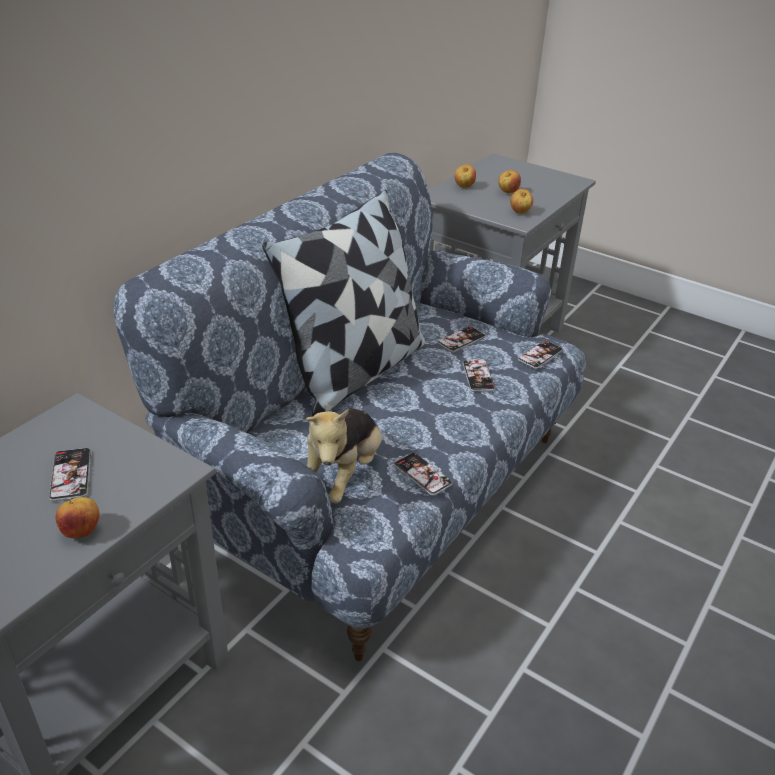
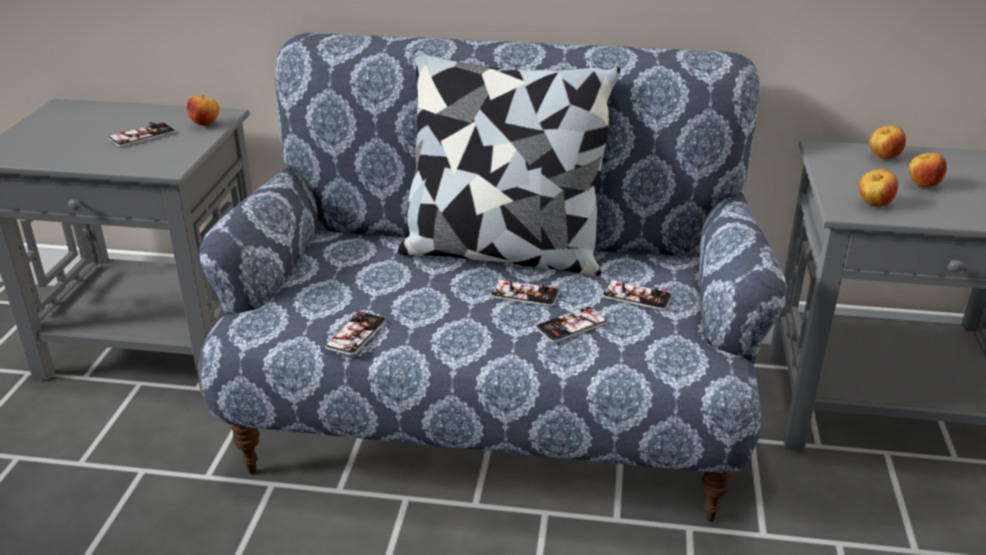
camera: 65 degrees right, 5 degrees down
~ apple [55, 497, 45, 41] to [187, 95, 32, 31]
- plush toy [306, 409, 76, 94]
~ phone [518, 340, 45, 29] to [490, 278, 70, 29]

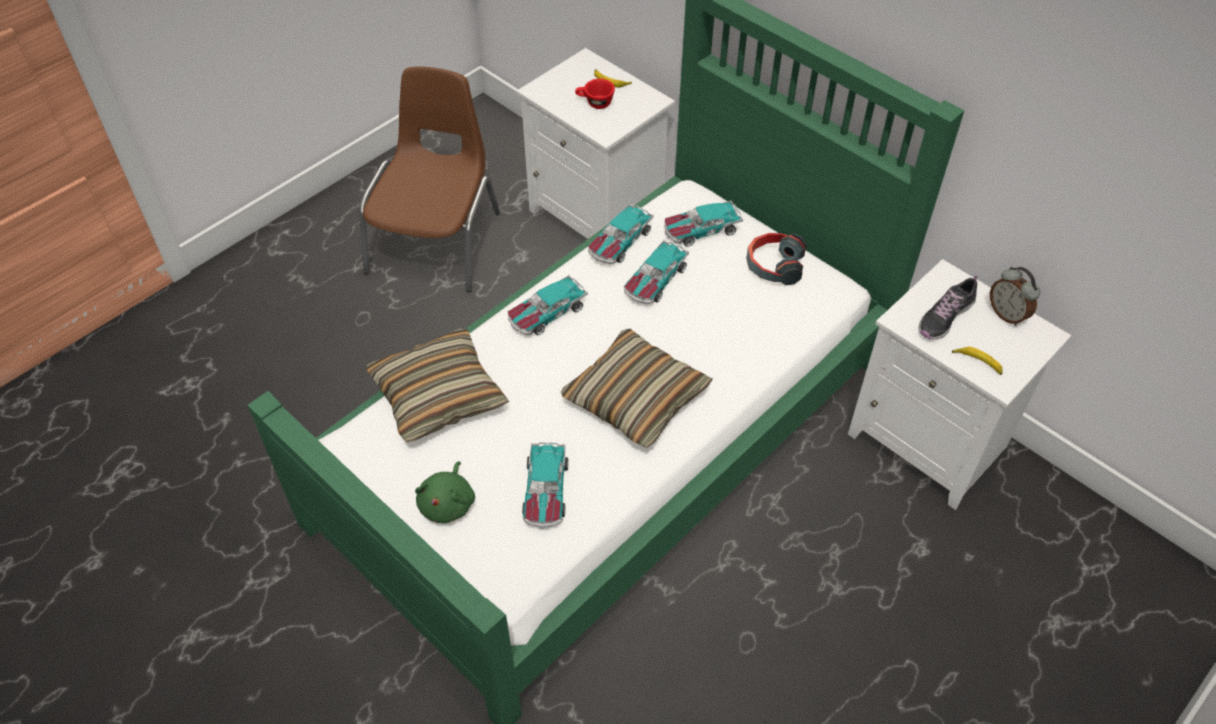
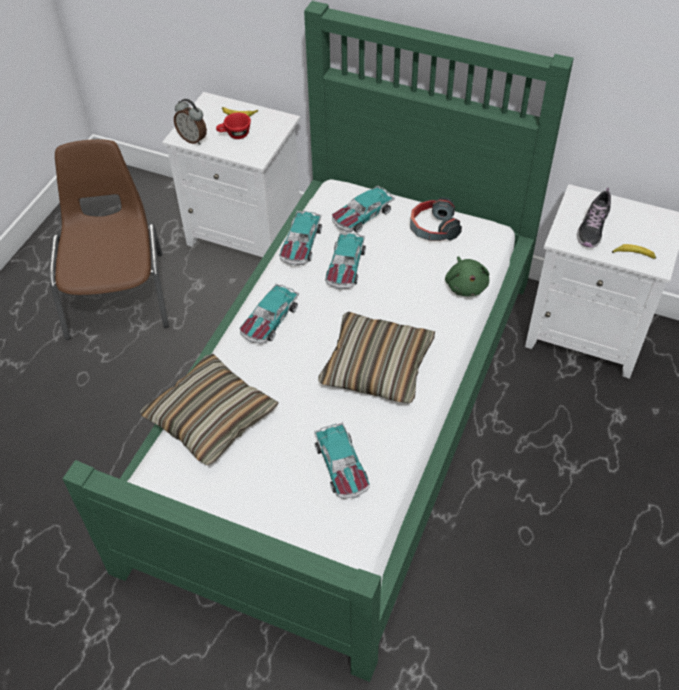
camera: 20 degrees left, 0 degrees up
~ green plush toy [415, 461, 60, 62] to [445, 256, 44, 40]
~ alarm clock [990, 267, 50, 59] to [174, 99, 33, 46]

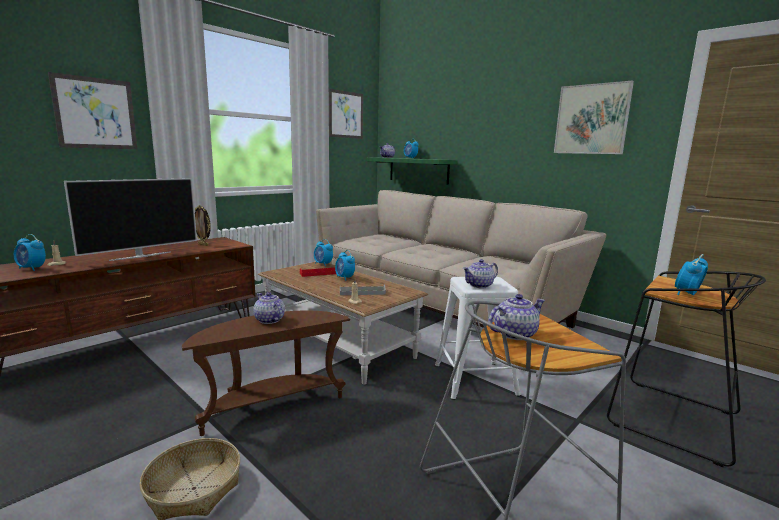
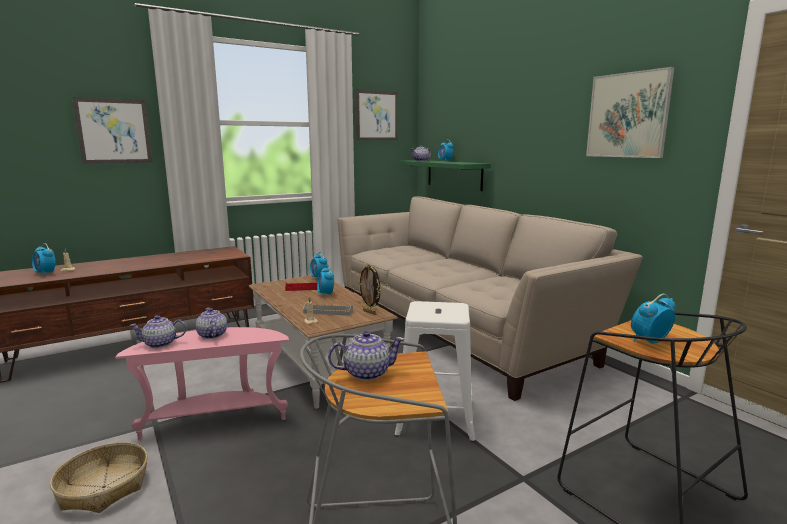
camera: 15 degrees right, 0 degrees up
- television [64, 178, 133, 83]
~ brown side table [182, 311, 168, 125] to pink side table [115, 327, 174, 113]
~ picture frame [195, 205, 16, 41] to [358, 264, 23, 51]
~ teapot [463, 259, 35, 29] to [129, 315, 57, 33]

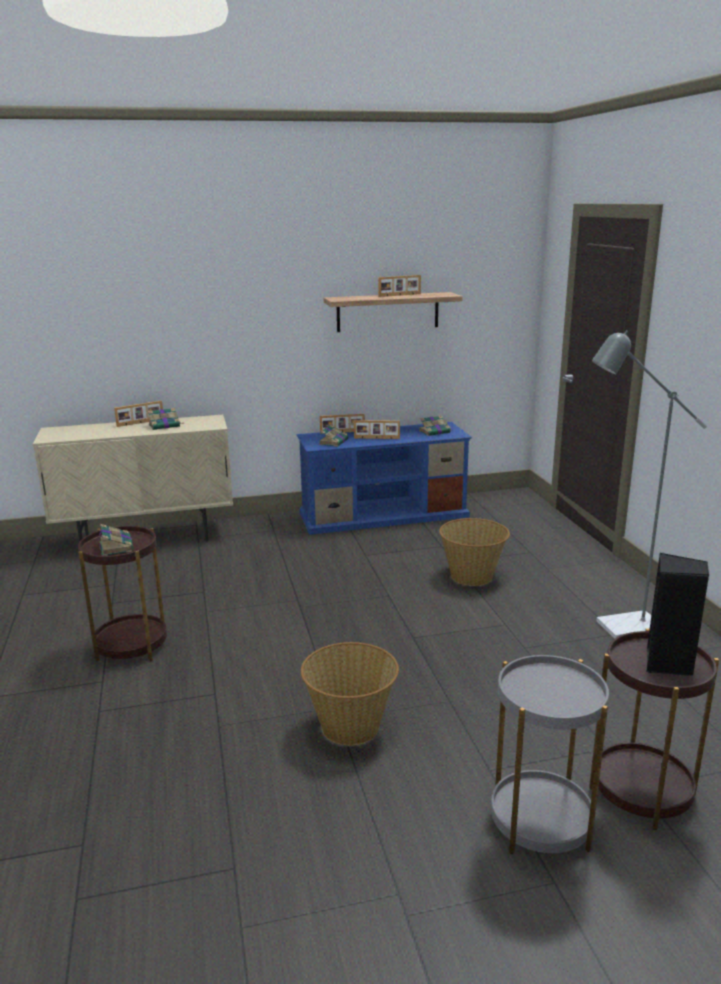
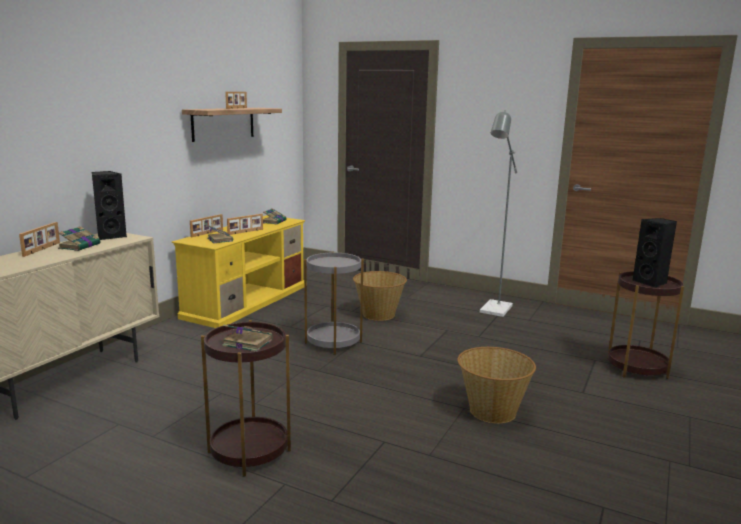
camera: 50 degrees left, 5 degrees down
~ blue tv stand [297, 422, 175, 113] to yellow tv stand [172, 215, 133, 113]
~ grey side table [491, 655, 118, 200] to [304, 251, 60, 103]
+ black speaker [91, 171, 36, 69]

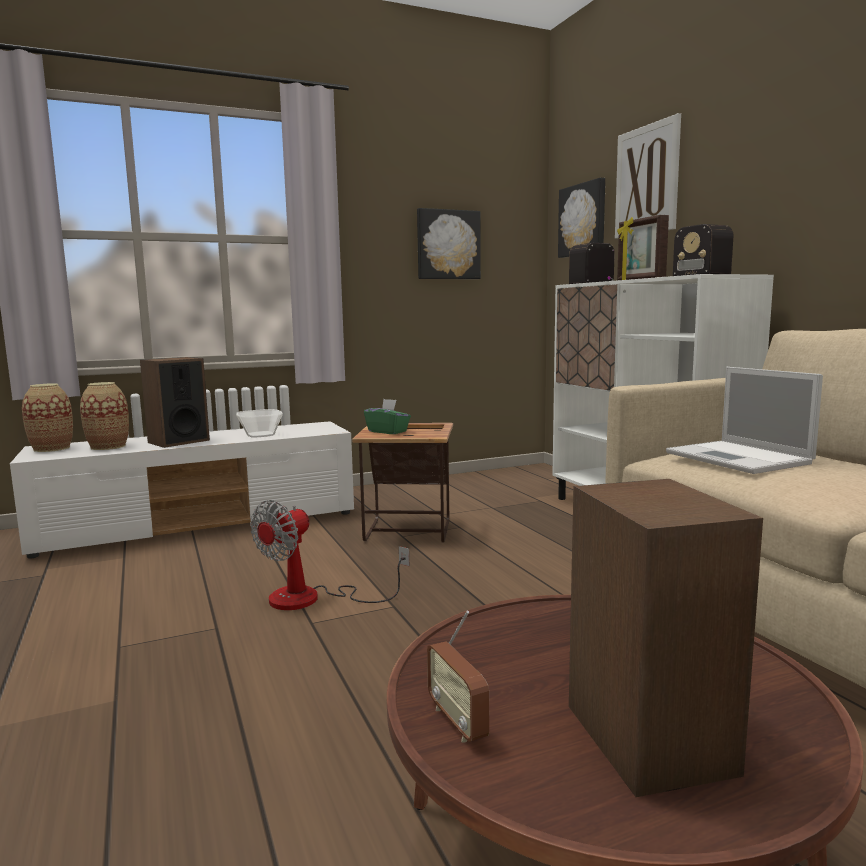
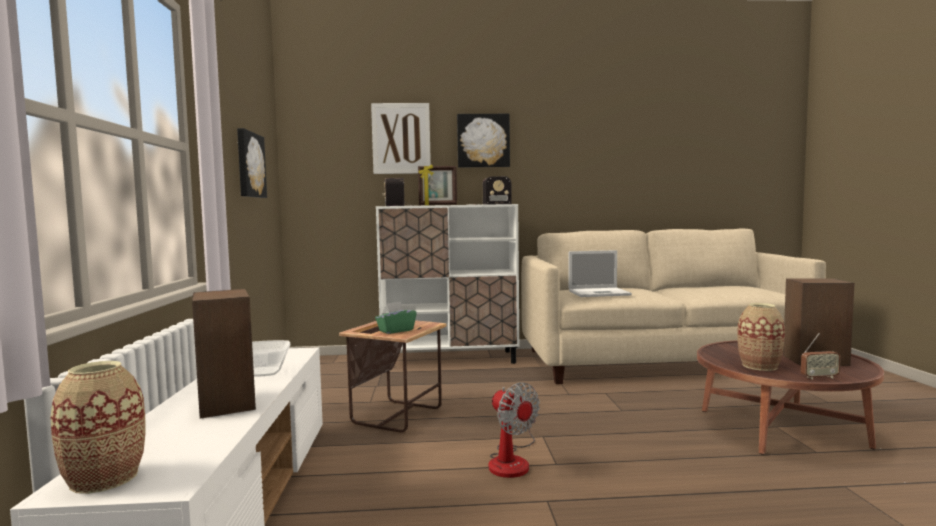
camera: 70 degrees left, 5 degrees down
~ vase [80, 382, 49, 68] to [737, 303, 48, 68]
~ picture [558, 178, 47, 80] to [457, 114, 53, 54]

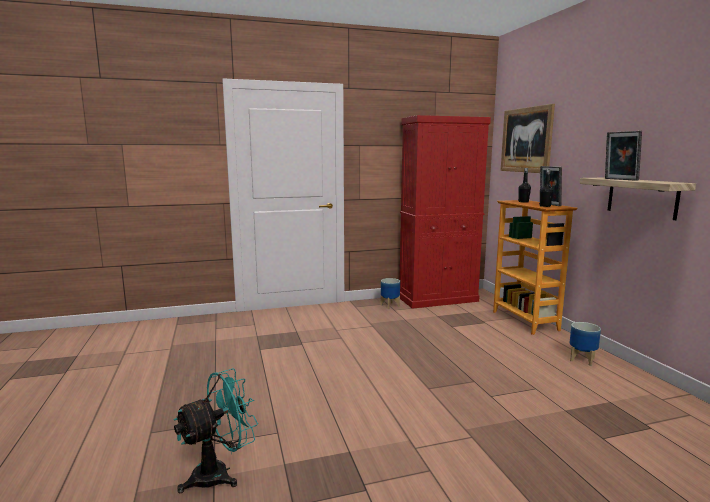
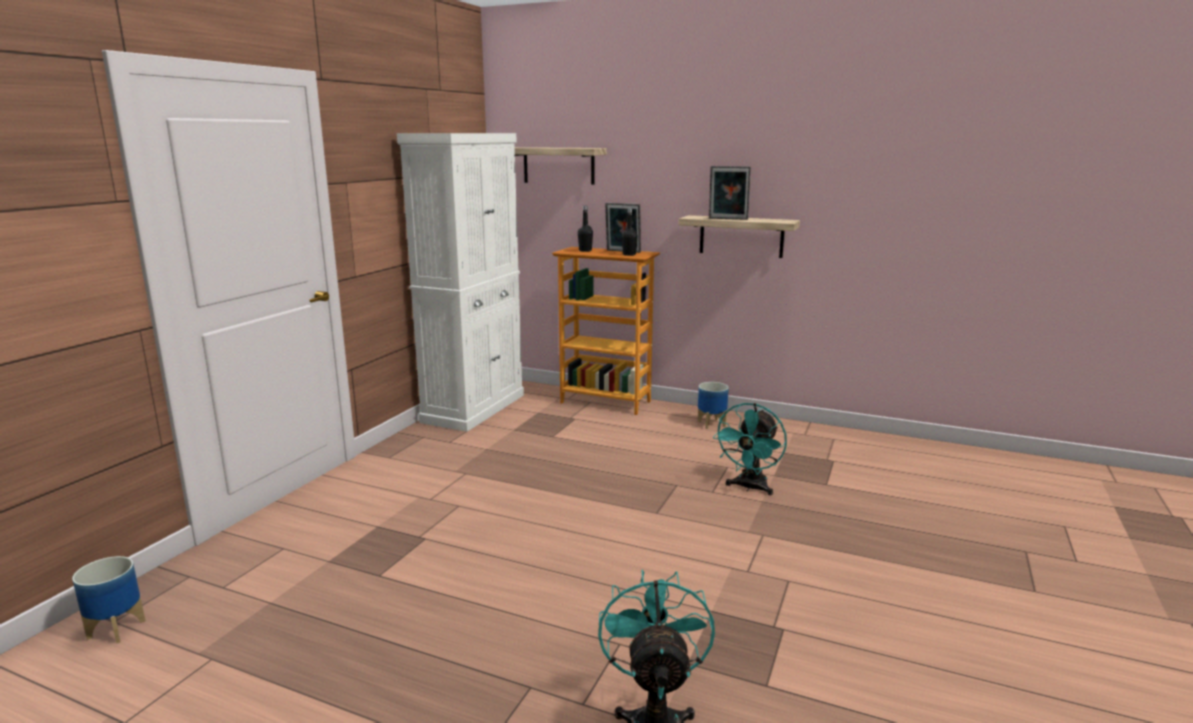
camera: 50 degrees left, 5 degrees up
~ planter [381, 278, 19, 31] to [72, 556, 74, 88]
~ red cabinet [400, 115, 91, 194] to white cabinet [397, 133, 127, 299]
~ picture [500, 104, 55, 69] to shelf [515, 147, 92, 38]
+ turquoise fan [713, 403, 74, 92]

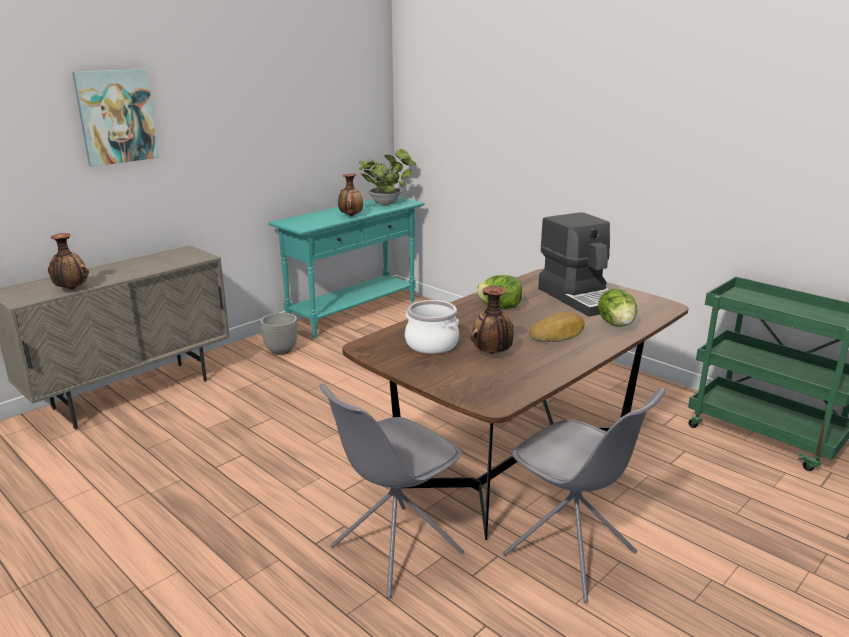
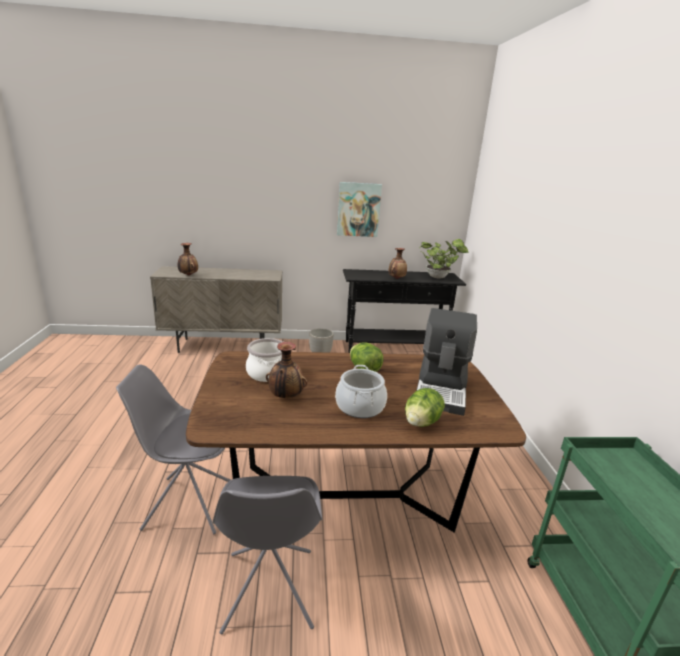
camera: 40 degrees right, 0 degrees up
~ picture [72, 69, 87, 98] to [337, 182, 45, 55]
~ turquoise console table [268, 197, 157, 141] to black console table [343, 269, 123, 84]
~ bread [529, 312, 56, 30] to cooking pot [335, 365, 52, 53]

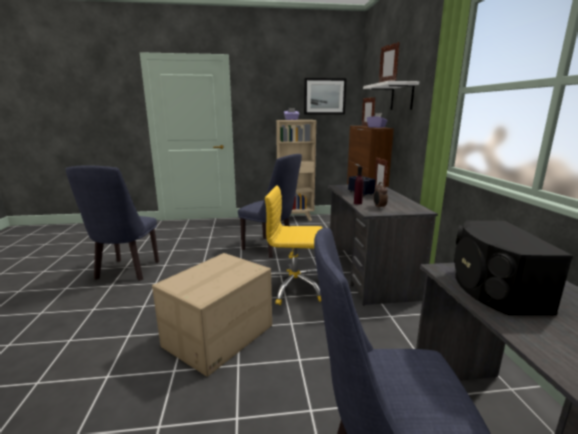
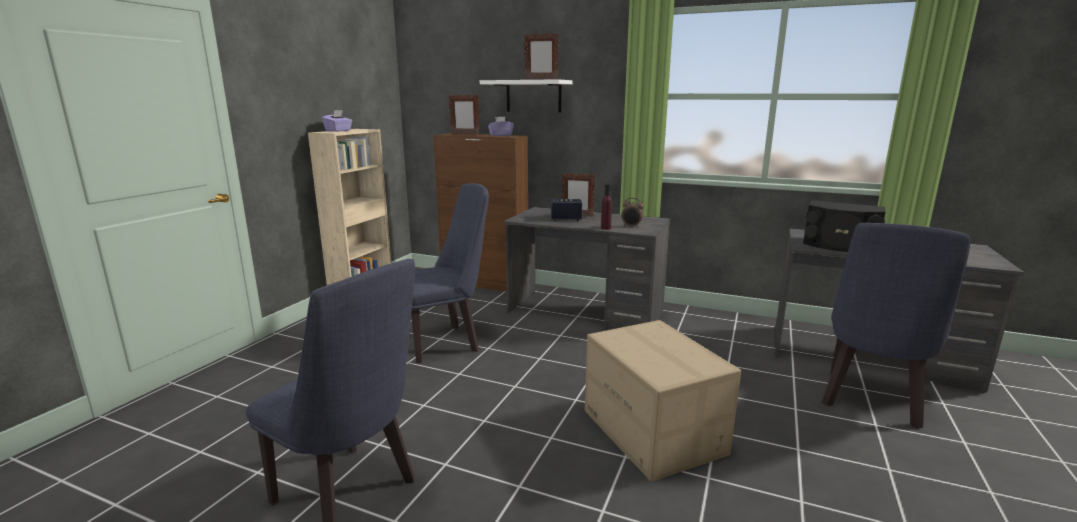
camera: 60 degrees left, 0 degrees up
- yellow office chair [265, 186, 57, 119]
- picture [304, 78, 43, 37]

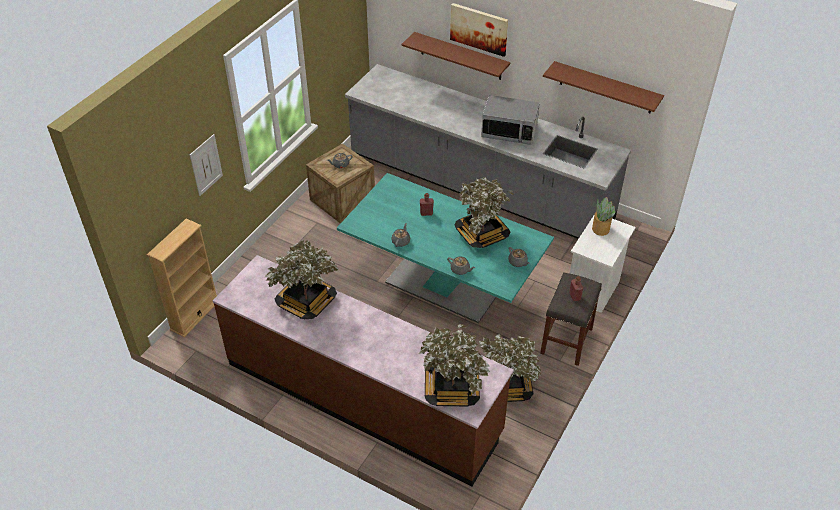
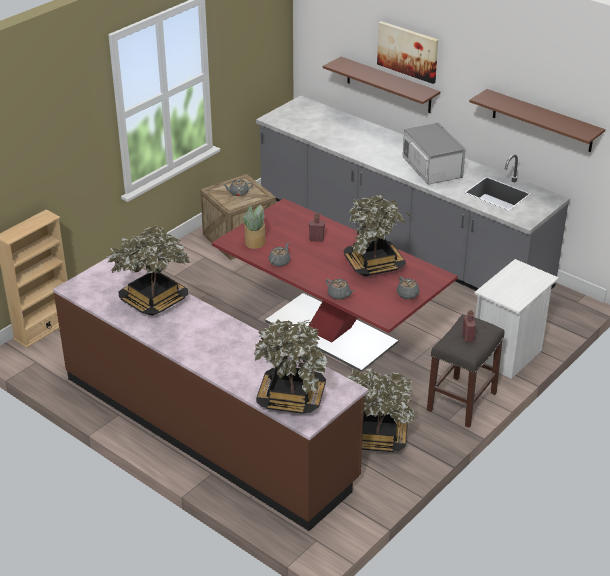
camera: 10 degrees right, 10 degrees down
- picture [190, 134, 33, 62]
~ turquoise dining table [337, 173, 217, 150] to red dining table [212, 198, 246, 174]
~ microwave [481, 95, 59, 50] = [403, 123, 63, 62] 135 degrees counterclockwise
~ potted plant [592, 197, 23, 39] to [242, 205, 23, 44]

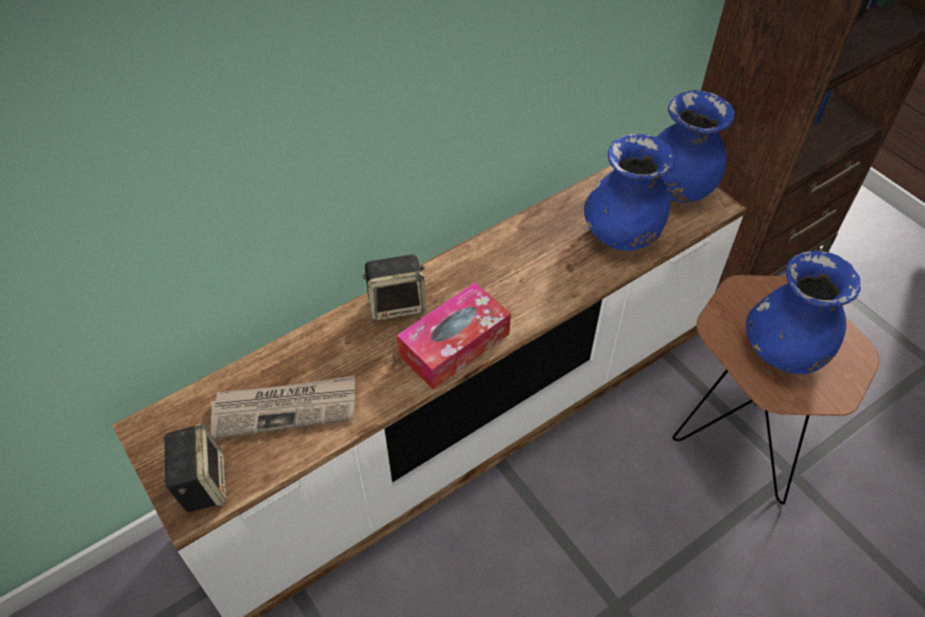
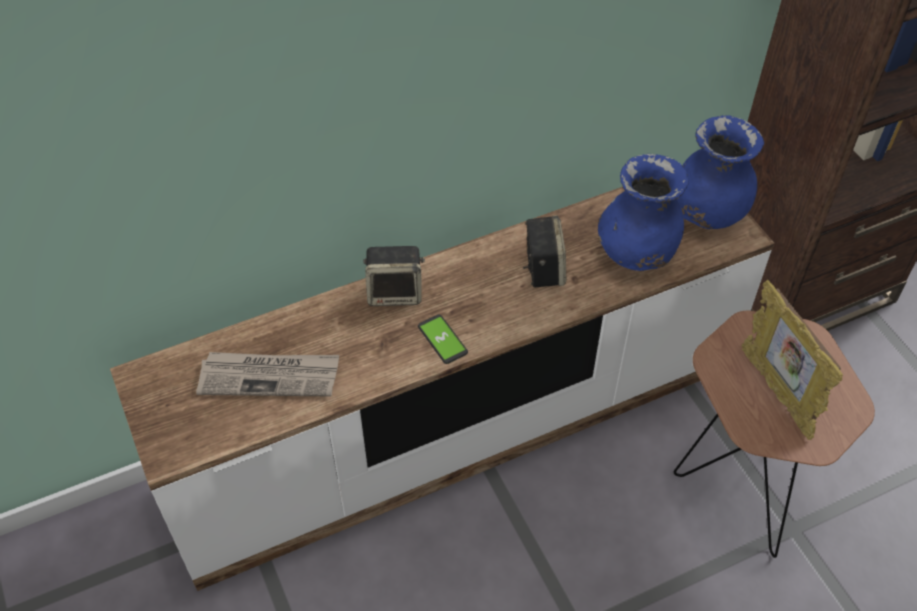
camera: 10 degrees right, 0 degrees up
~ speaker [163, 423, 63, 89] to [523, 215, 43, 72]
~ tissue box [397, 283, 114, 107] to phone [418, 314, 50, 50]
~ blue vase [746, 251, 115, 123] to picture frame [742, 280, 101, 160]

